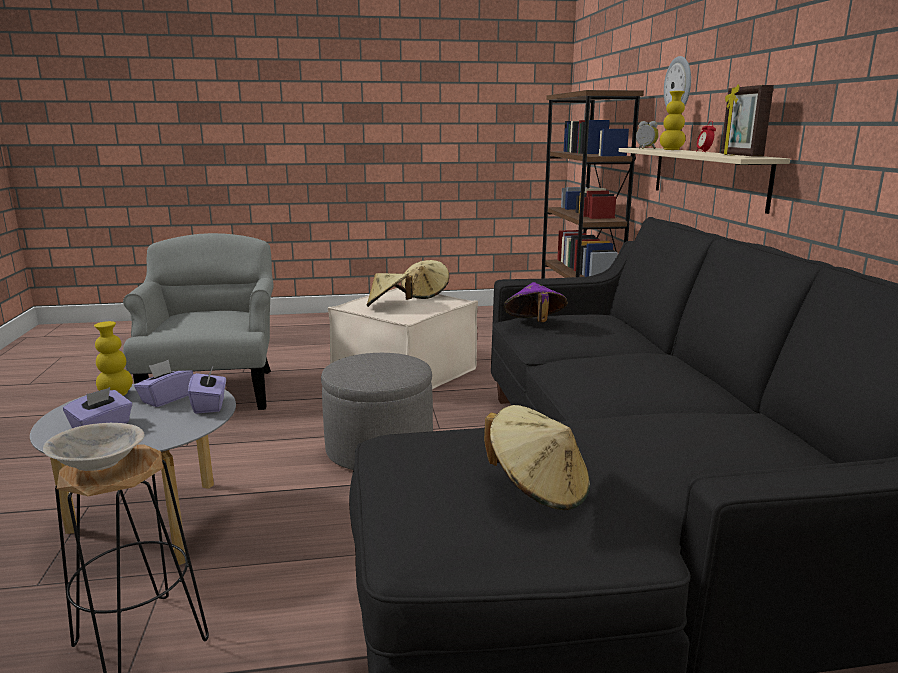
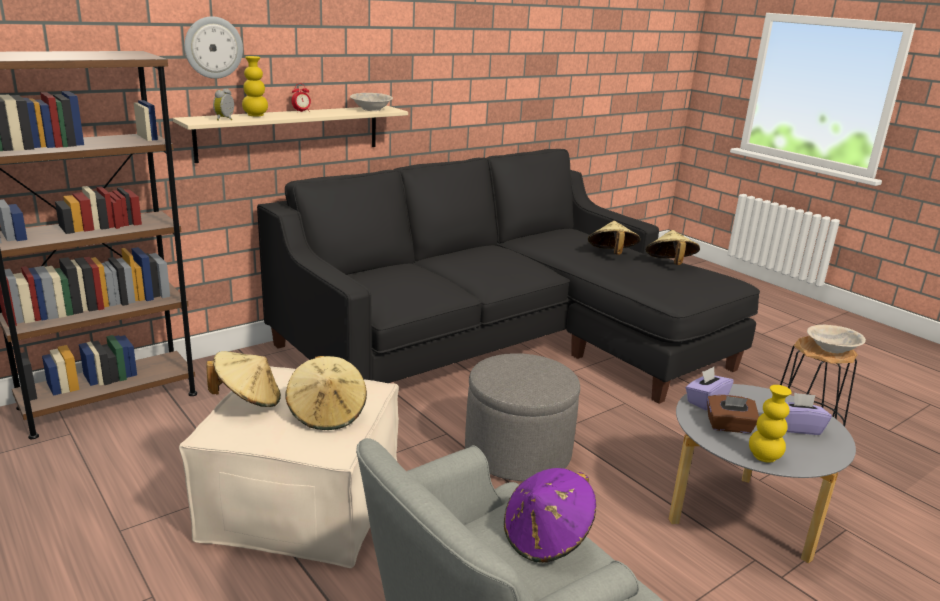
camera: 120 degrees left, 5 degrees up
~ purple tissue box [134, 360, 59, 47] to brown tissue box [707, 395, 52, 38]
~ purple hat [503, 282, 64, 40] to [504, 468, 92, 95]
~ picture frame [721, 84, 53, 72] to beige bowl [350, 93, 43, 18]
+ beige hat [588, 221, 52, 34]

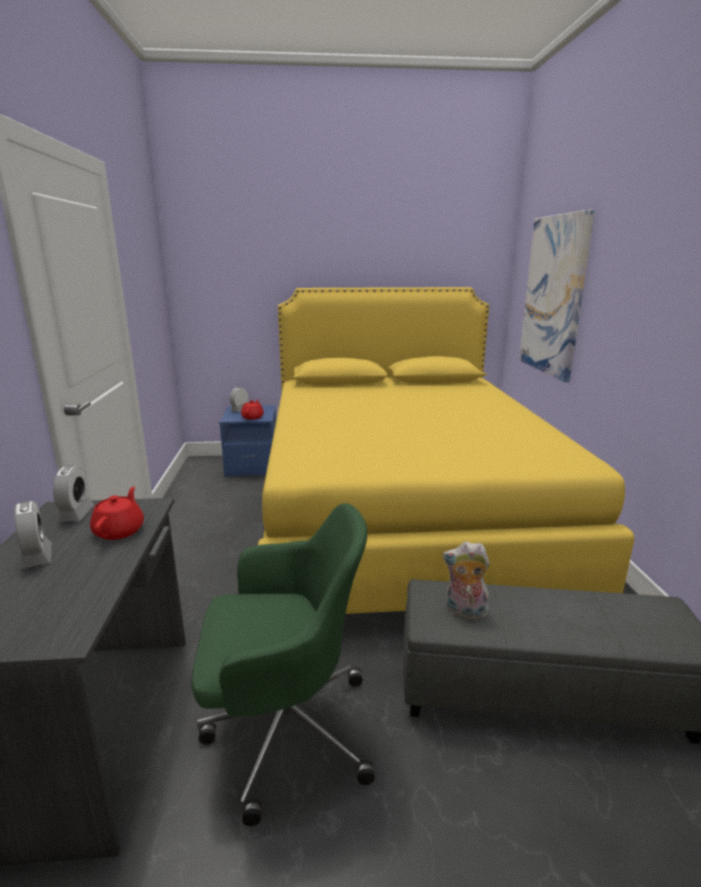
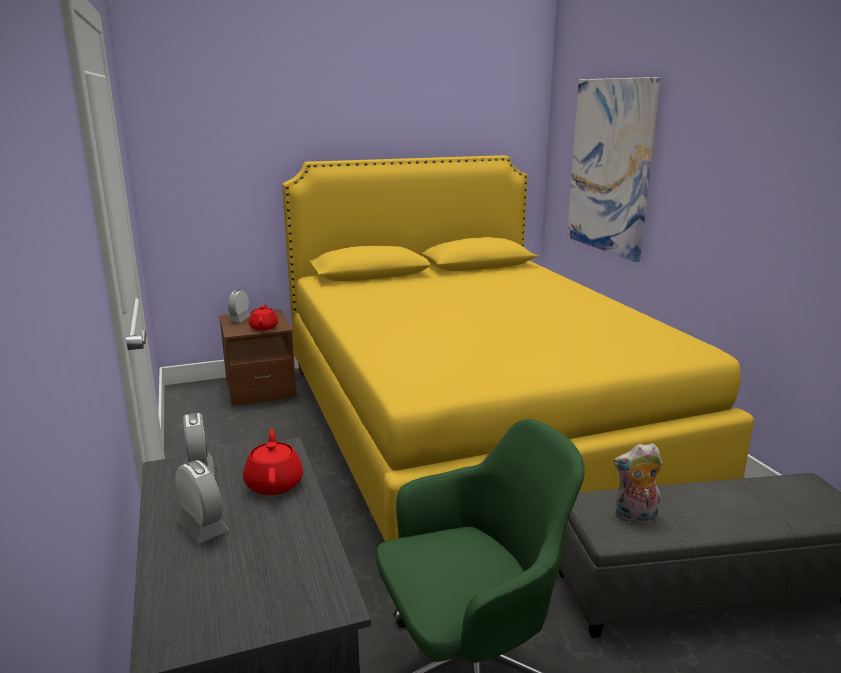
camera: 15 degrees left, 0 degrees up
~ blue nightstand [219, 405, 57, 71] to brown nightstand [219, 309, 78, 97]

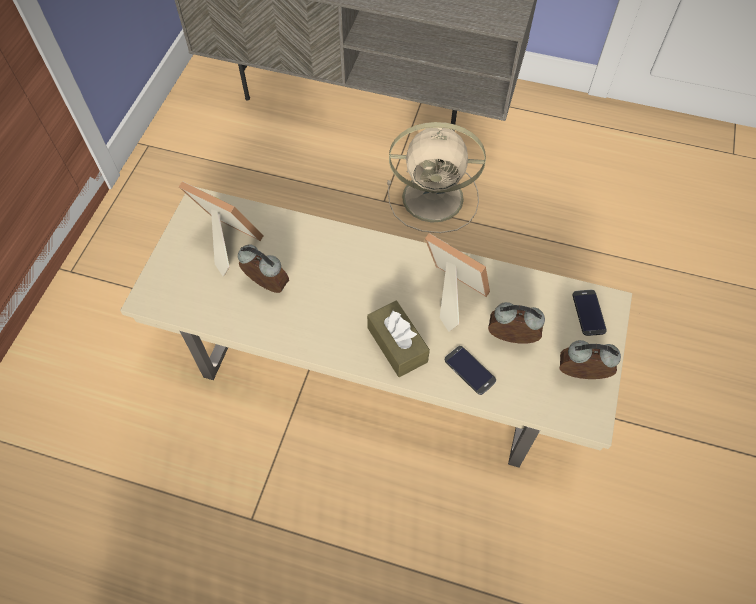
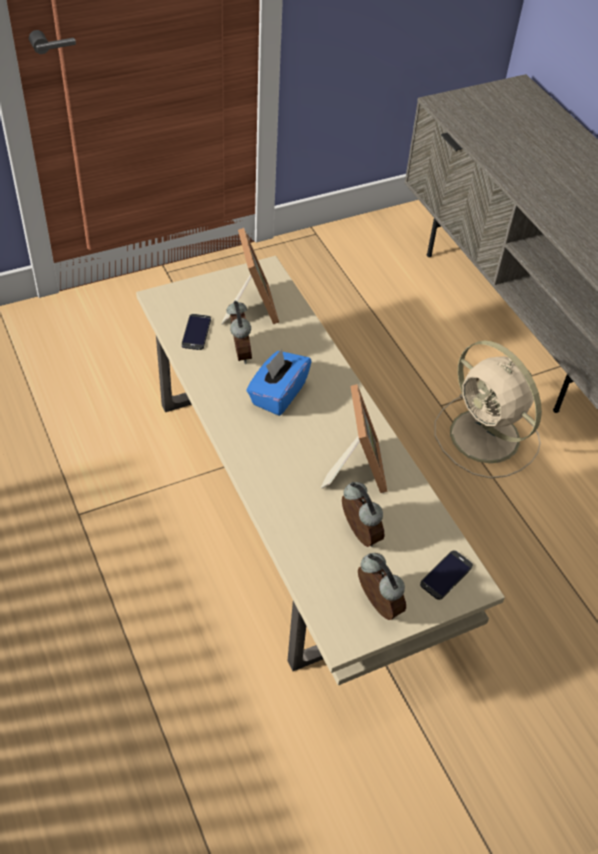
camera: 45 degrees right, 10 degrees down
- brown tissue box [367, 301, 63, 76]
~ phone [445, 346, 51, 49] to [182, 314, 29, 36]
+ blue tissue box [246, 349, 66, 67]

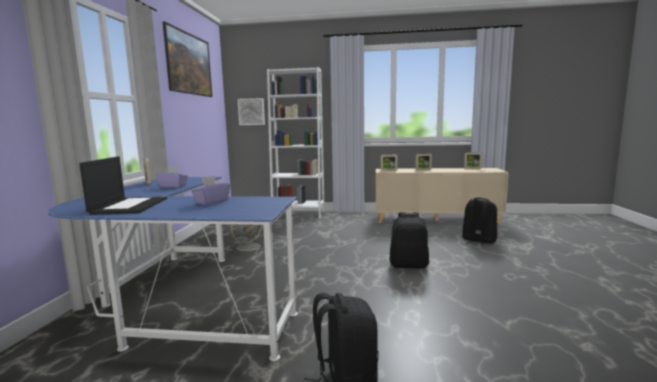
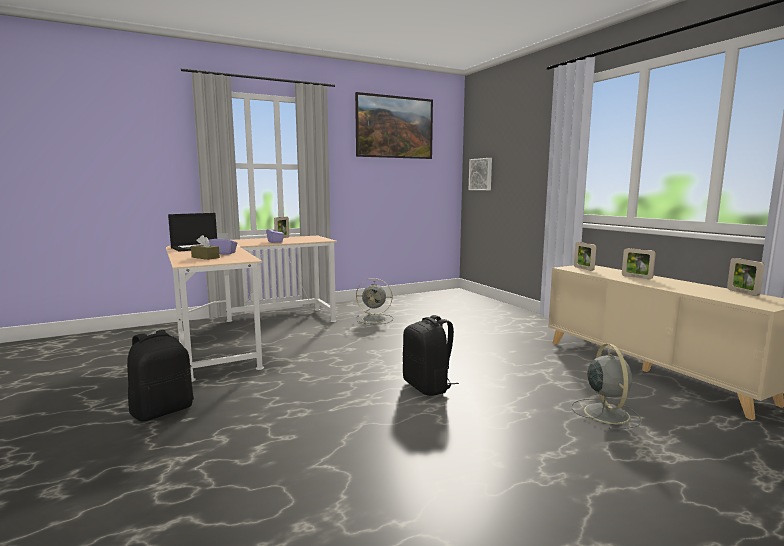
camera: 55 degrees right, 0 degrees up
~ blue desk [48, 177, 250, 184] to beige desk [166, 236, 171, 146]
- white bookcase [267, 67, 58, 152]
~ black backpack [462, 198, 35, 48] to grey fan [571, 344, 71, 86]
+ brown tissue box [191, 235, 29, 25]

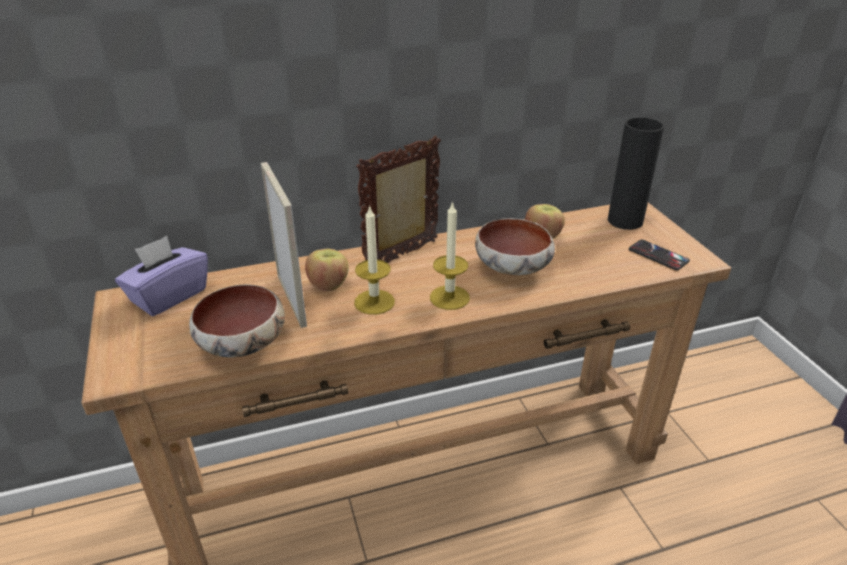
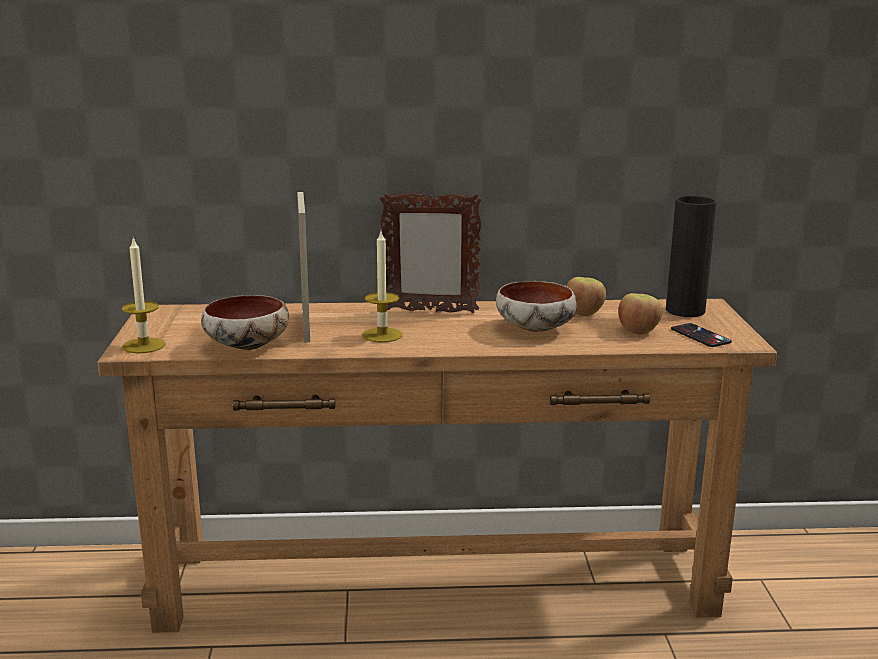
camera: 15 degrees right, 15 degrees down
- purple tissue box [115, 236, 93, 80]
~ apple [305, 249, 44, 42] to [618, 293, 44, 41]
~ picture frame [356, 136, 85, 127] = [380, 193, 102, 120] 150 degrees counterclockwise
~ candle [430, 201, 40, 109] to [122, 236, 44, 117]

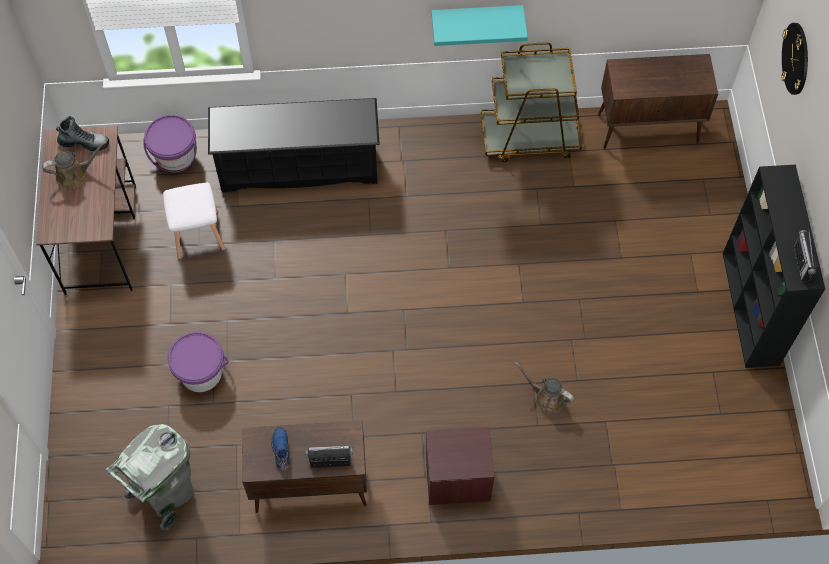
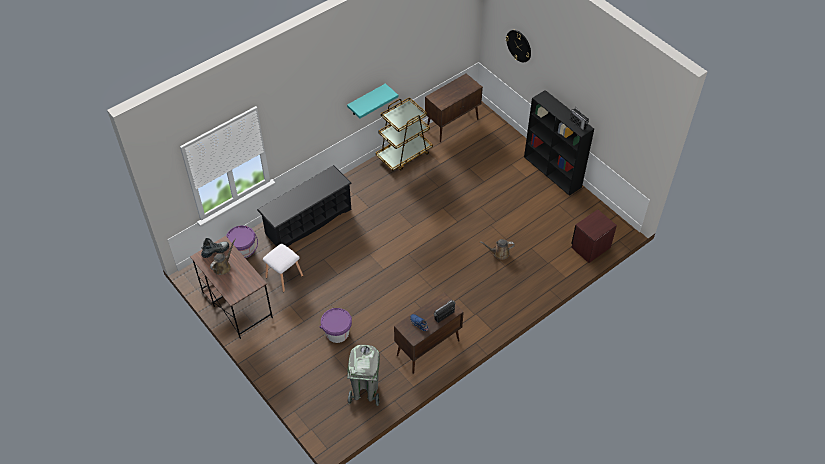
camera: 35 degrees left, 10 degrees down
~ brown nightstand [426, 427, 68, 78] to [571, 209, 46, 54]

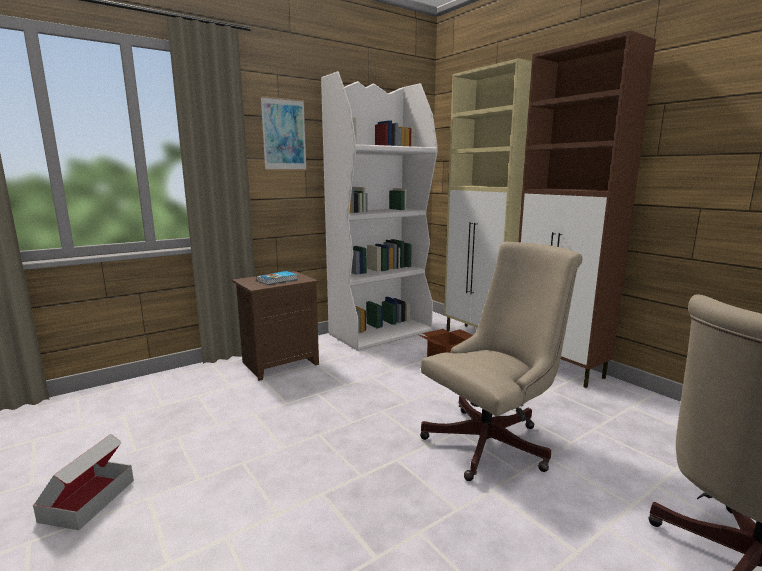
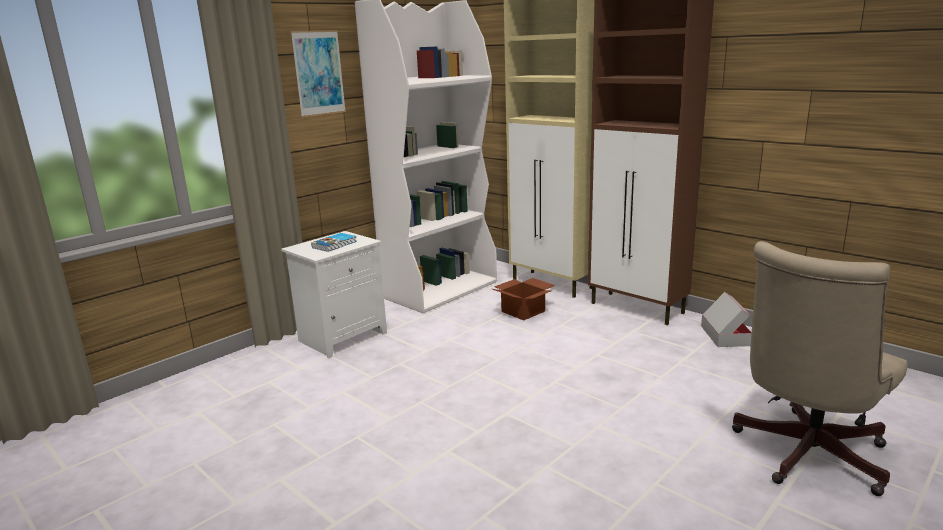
camera: 10 degrees left, 5 degrees up
~ cardboard box [33, 434, 101, 96] to [701, 292, 51, 55]
~ brown nightstand [232, 271, 87, 110] to white nightstand [281, 231, 106, 127]
- beige office chair [420, 242, 162, 239]

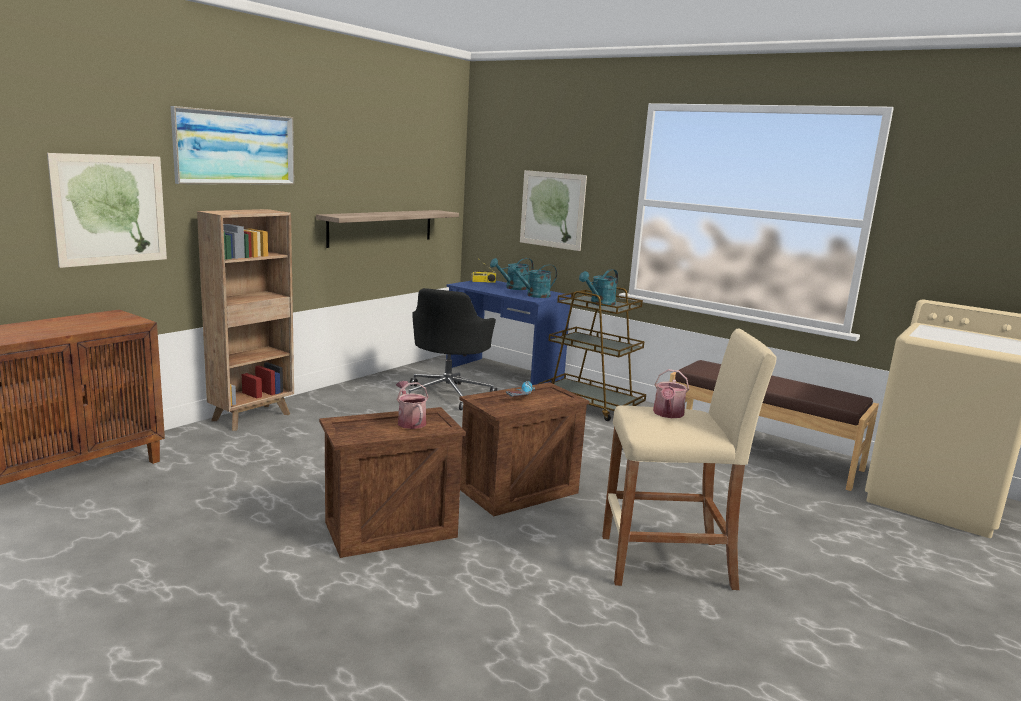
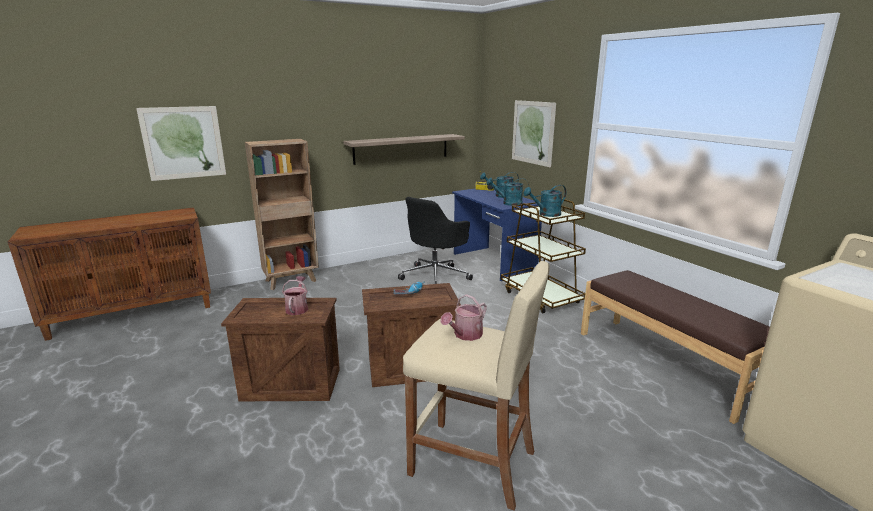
camera: 25 degrees right, 5 degrees up
- picture [171, 106, 123, 79]

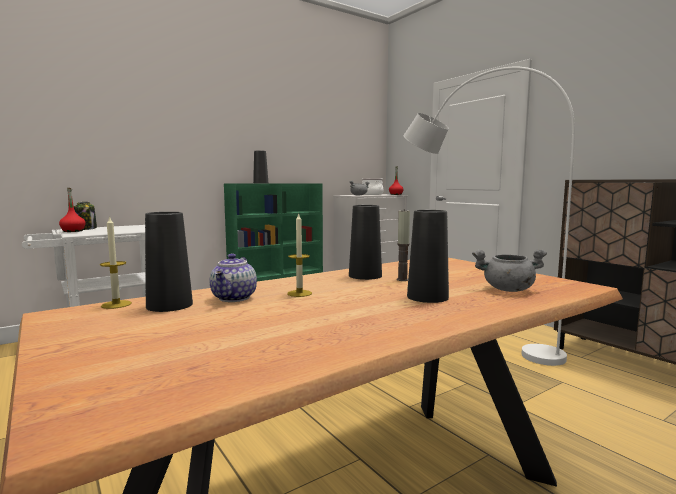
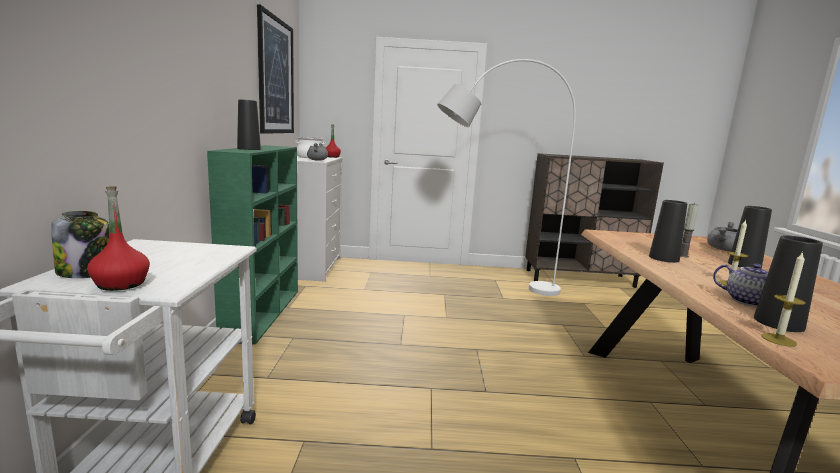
camera: 55 degrees left, 5 degrees up
+ picture [257, 4, 37, 130]

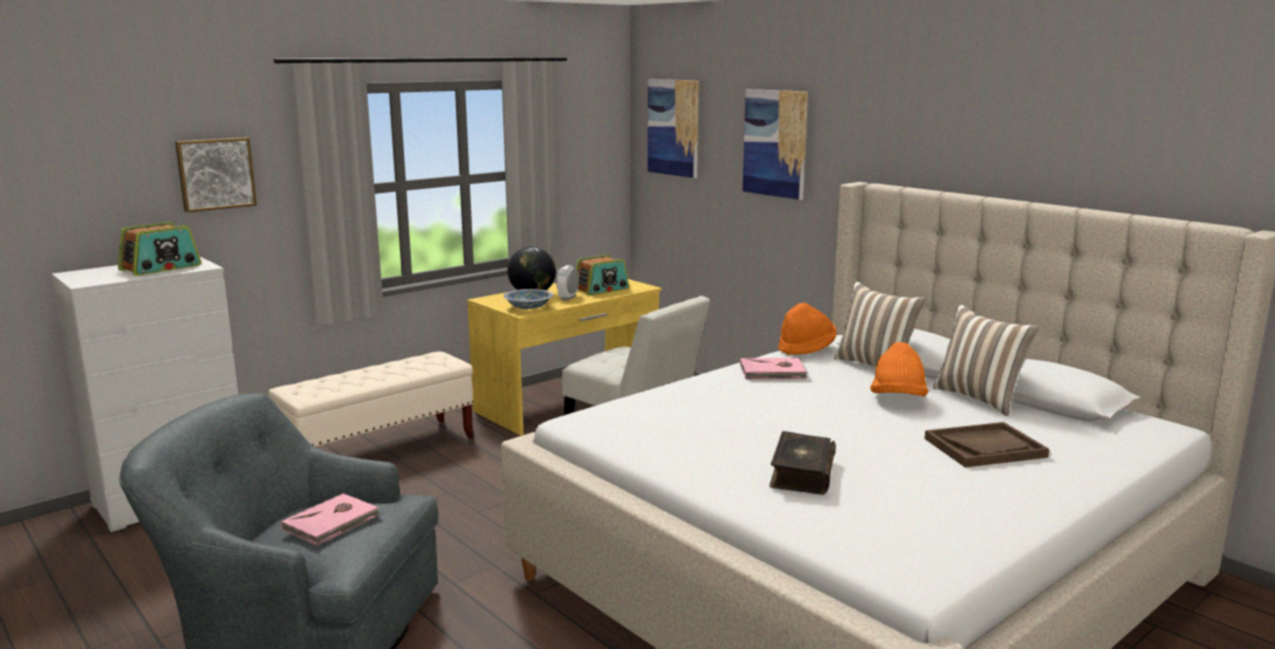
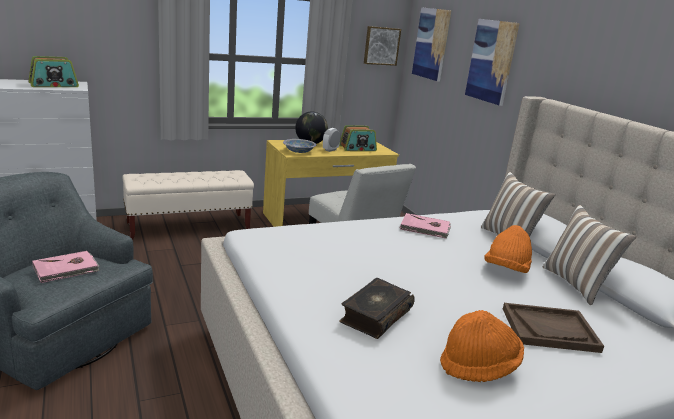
camera: 15 degrees right, 5 degrees up
~ picture [175, 137, 82, 76] to [364, 26, 37, 40]
~ orange hat [778, 303, 59, 52] to [440, 310, 84, 72]

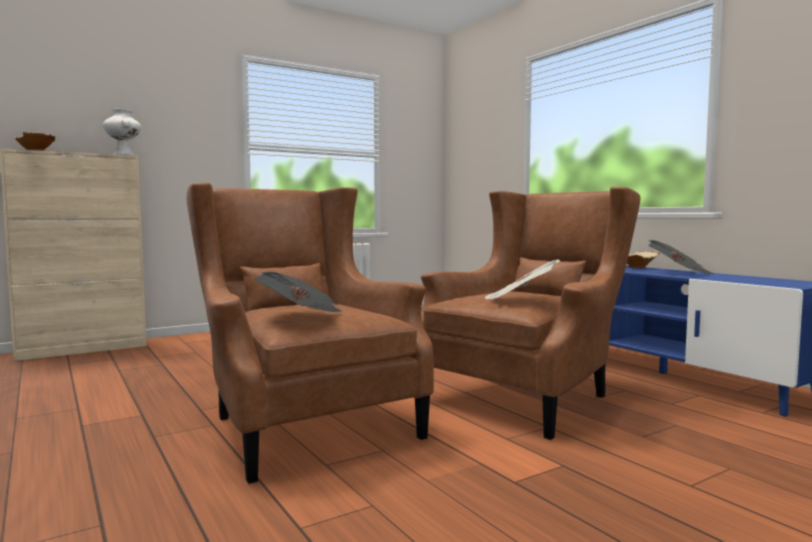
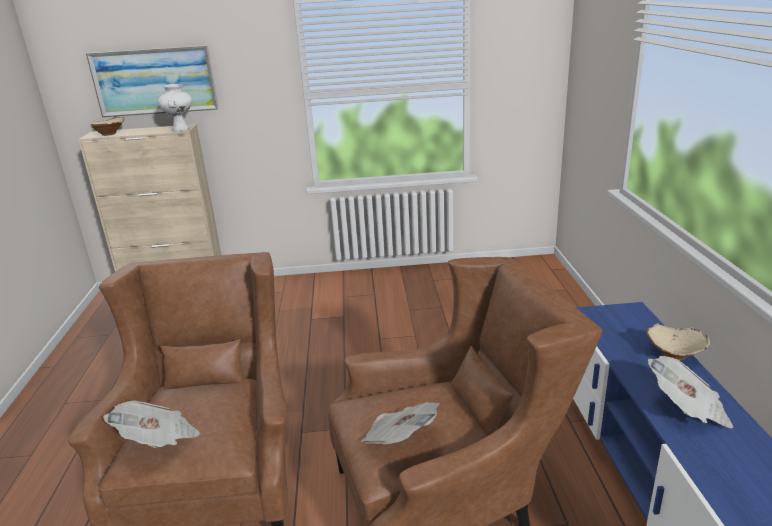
camera: 30 degrees right, 20 degrees up
+ picture [86, 45, 133, 72]

